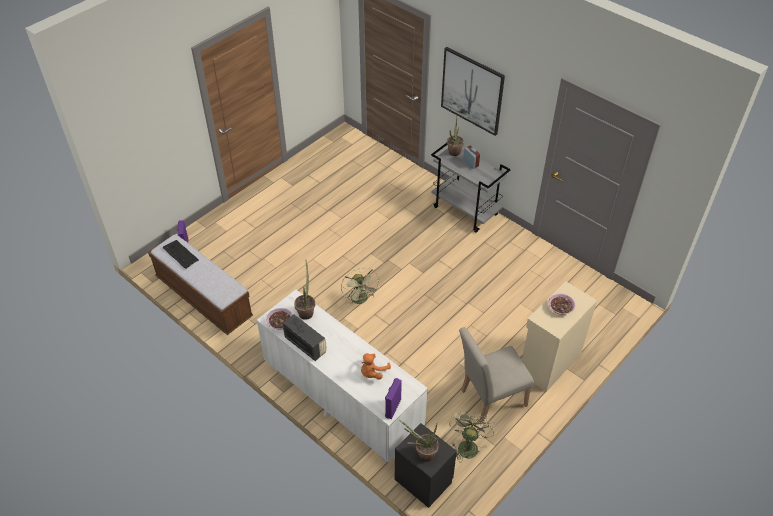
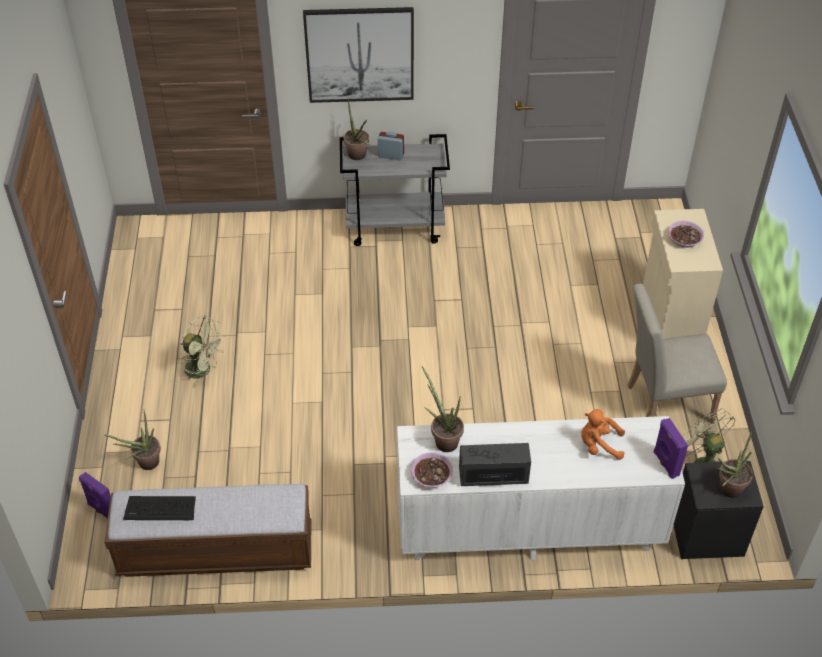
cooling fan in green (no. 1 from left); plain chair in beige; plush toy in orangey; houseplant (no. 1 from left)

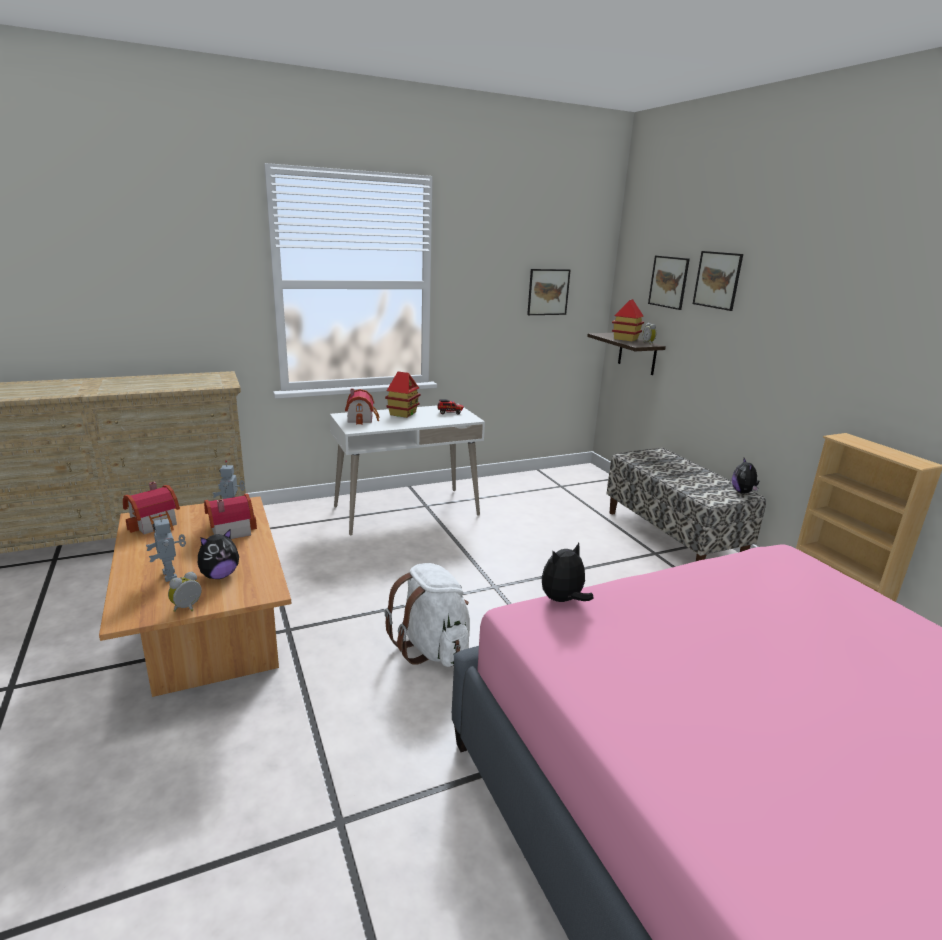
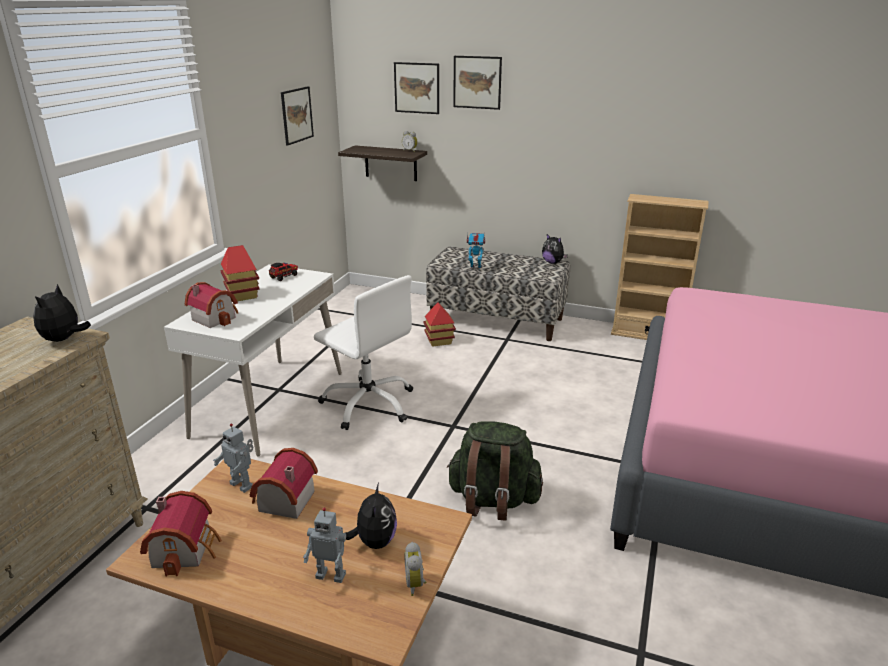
miniature house (no. 5 from left); plush toy (no. 1 from left); backpack in green; model robot (no. 3 from left); desk chair in whitish

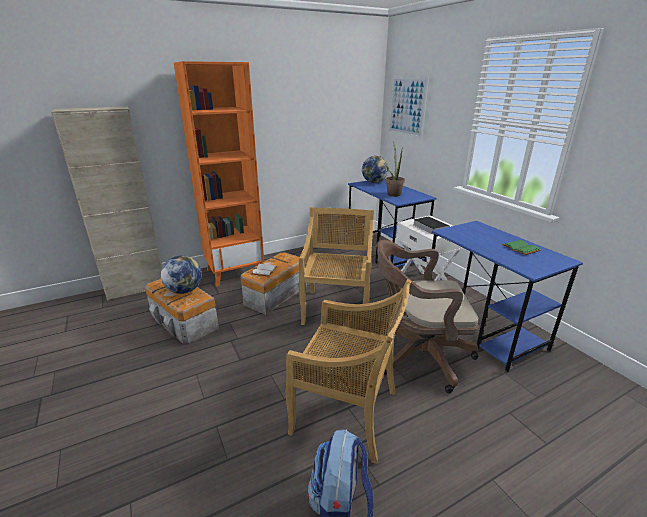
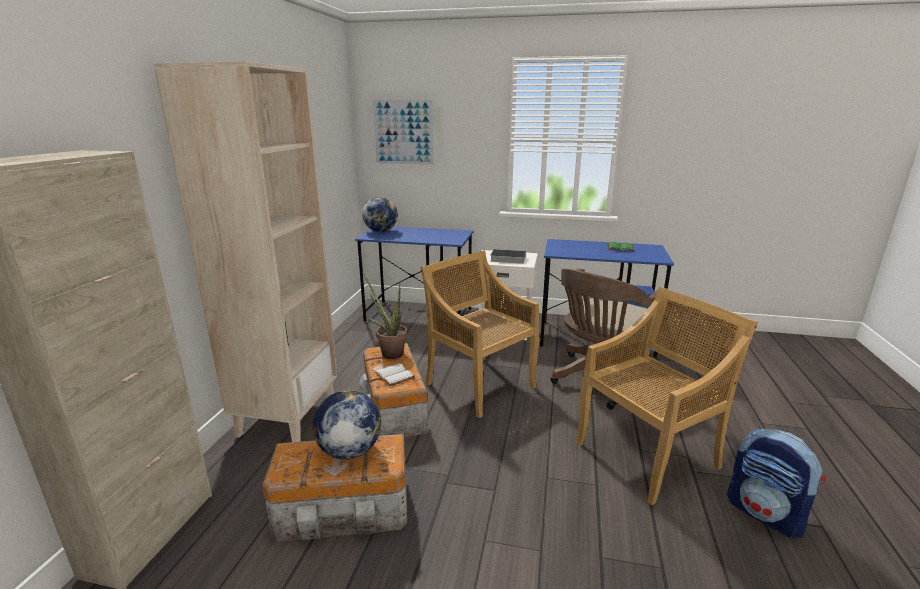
shelving unit in beige; houseplant

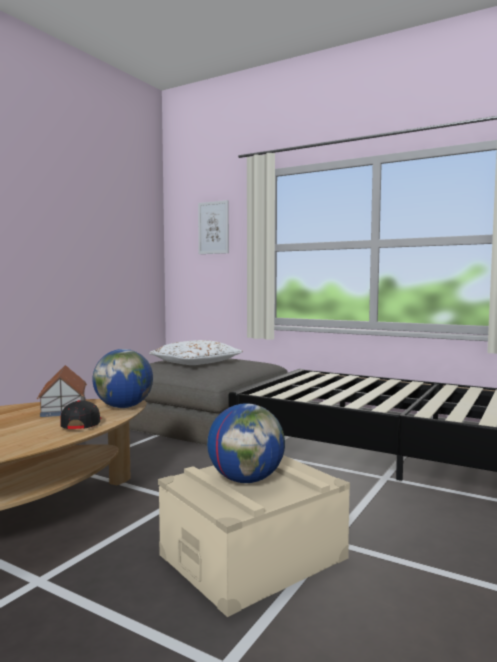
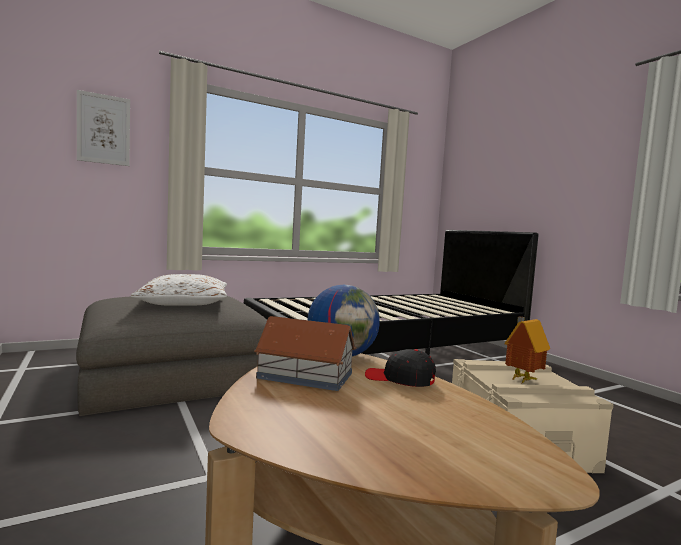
miniature house (no. 2 from left)

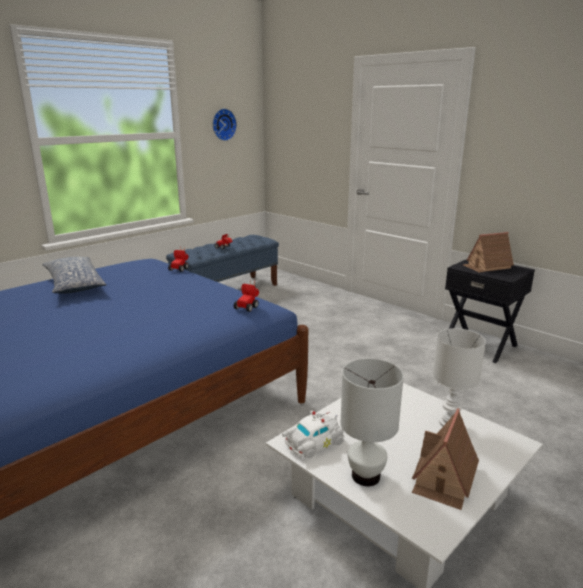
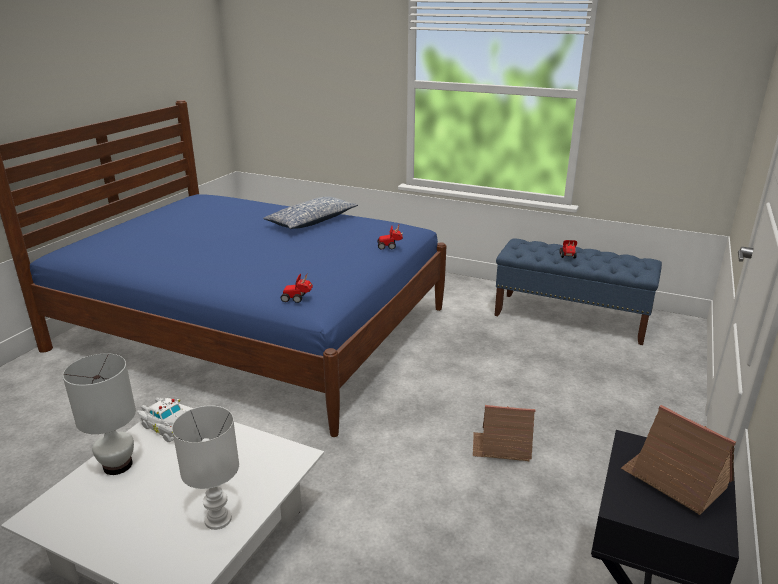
clock on the wall; miniature house (no. 1 from left)

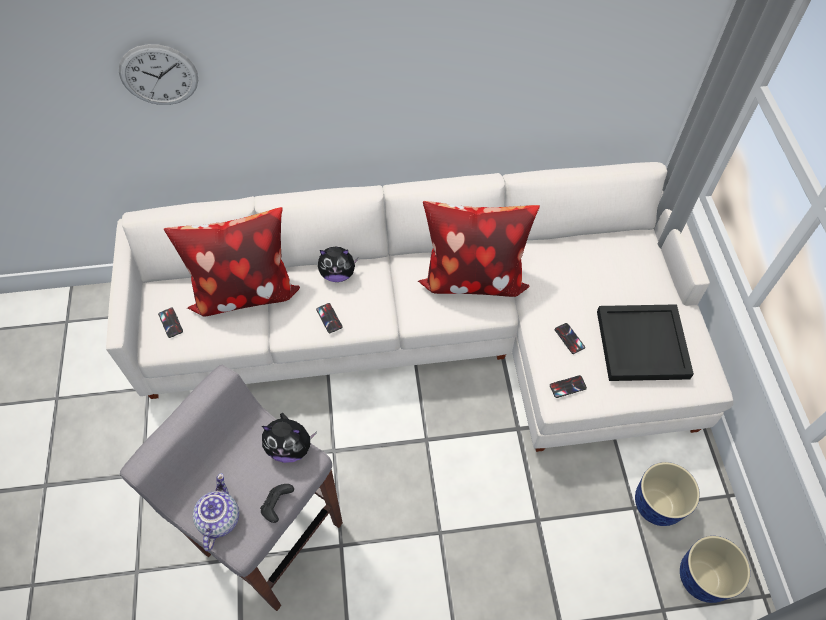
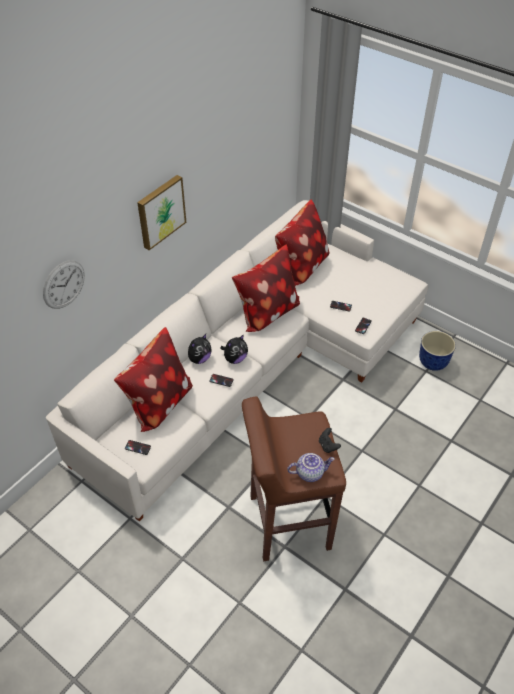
carrying tray in blackish; sitting stool in brown; plush toy (no. 2 from left); tea pot; plant pot (no. 2 from left in the first image); picture; throw pillow (no. 3 from left)

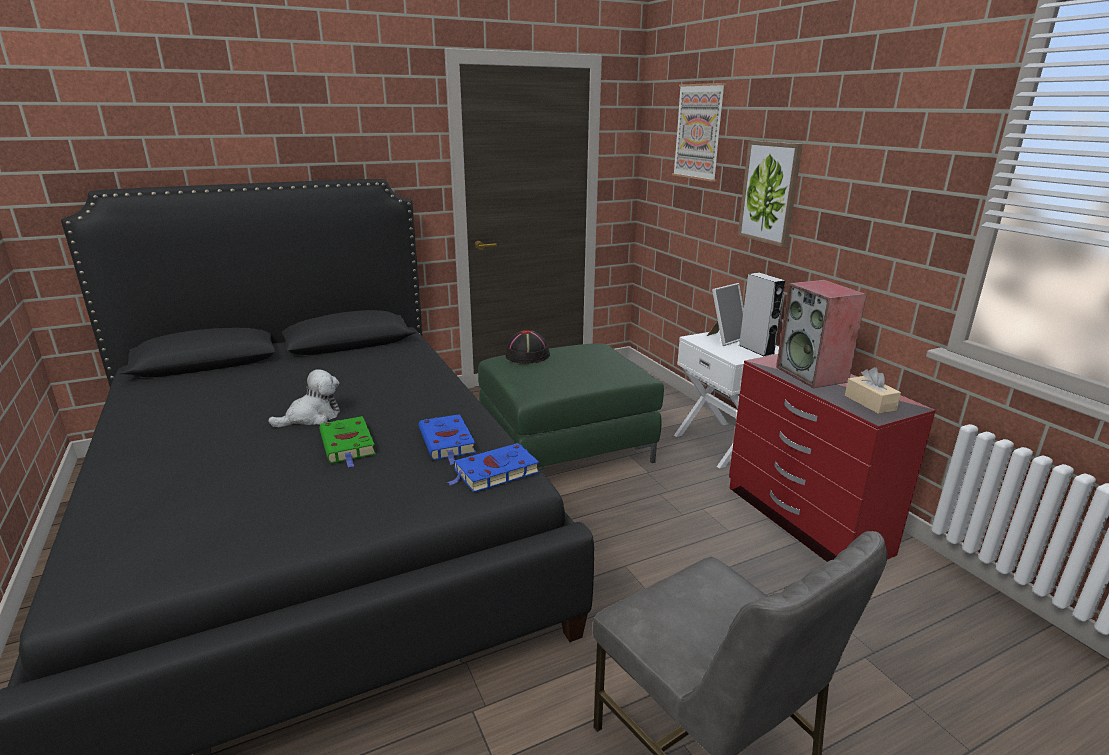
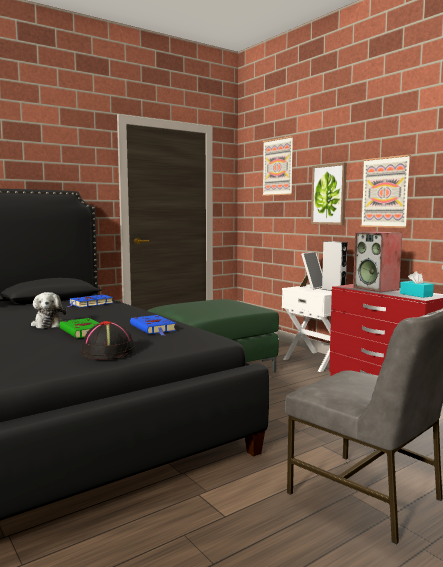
hat in blackish; box of tissues in turquoise-coloured; plush toy; book in blue-coloured (no. 1 from left); picture (no. 3 from left)

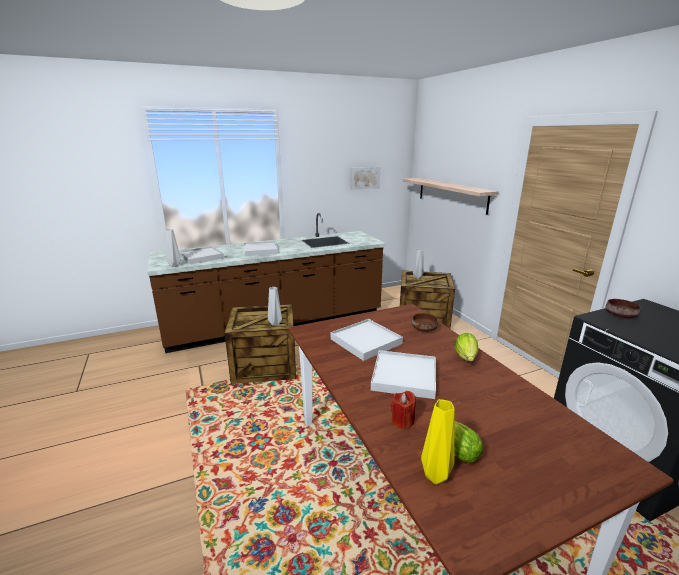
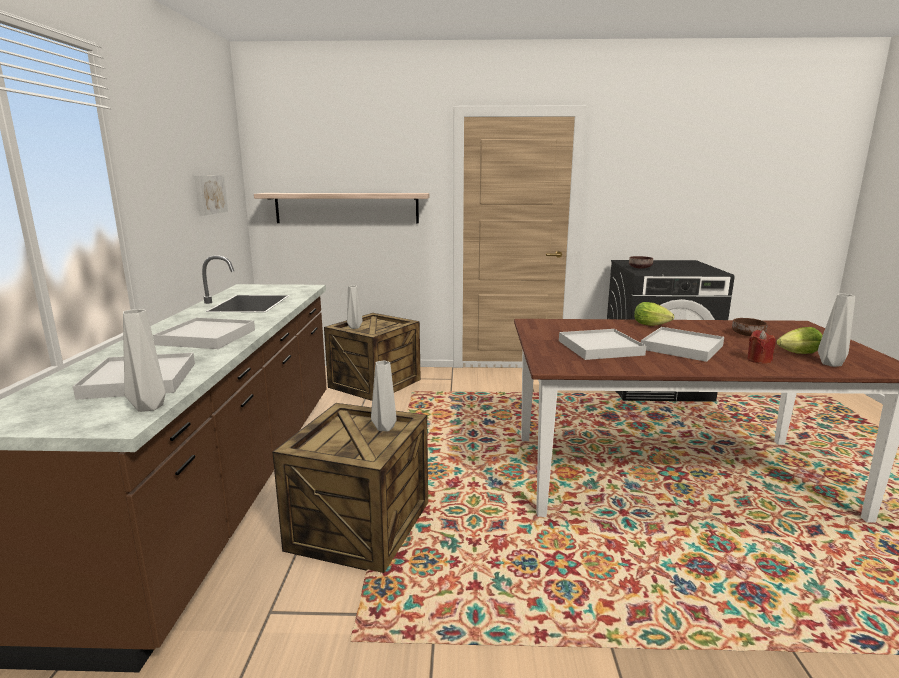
deep dish in brown (no. 2 from left); decorative vase in greyish (no. 4 from left)

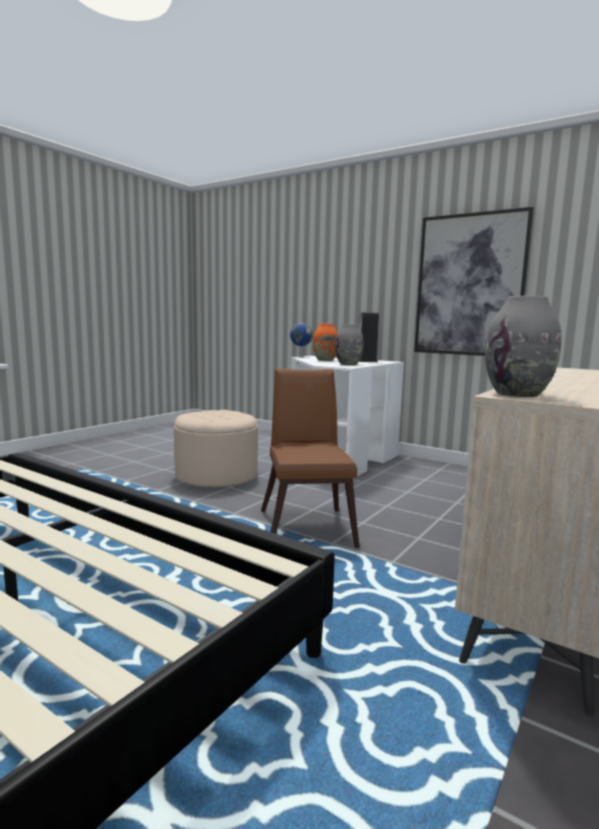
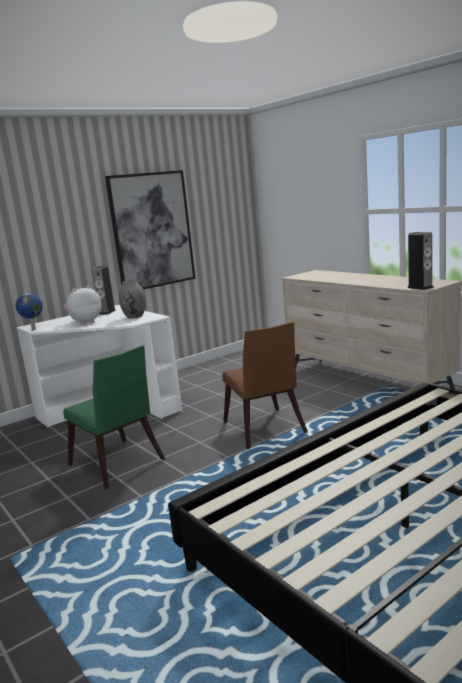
speaker (no. 2 from left); plush toy; plain chair in brown; plain chair in green

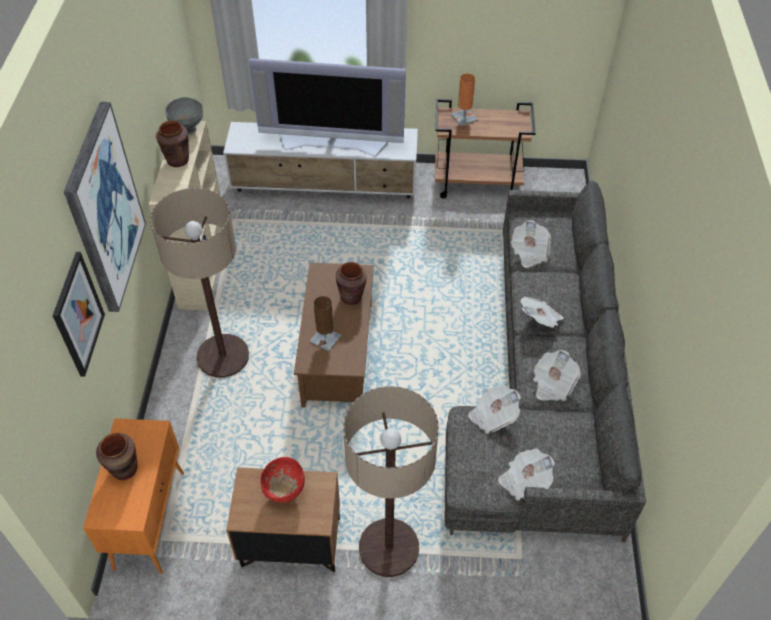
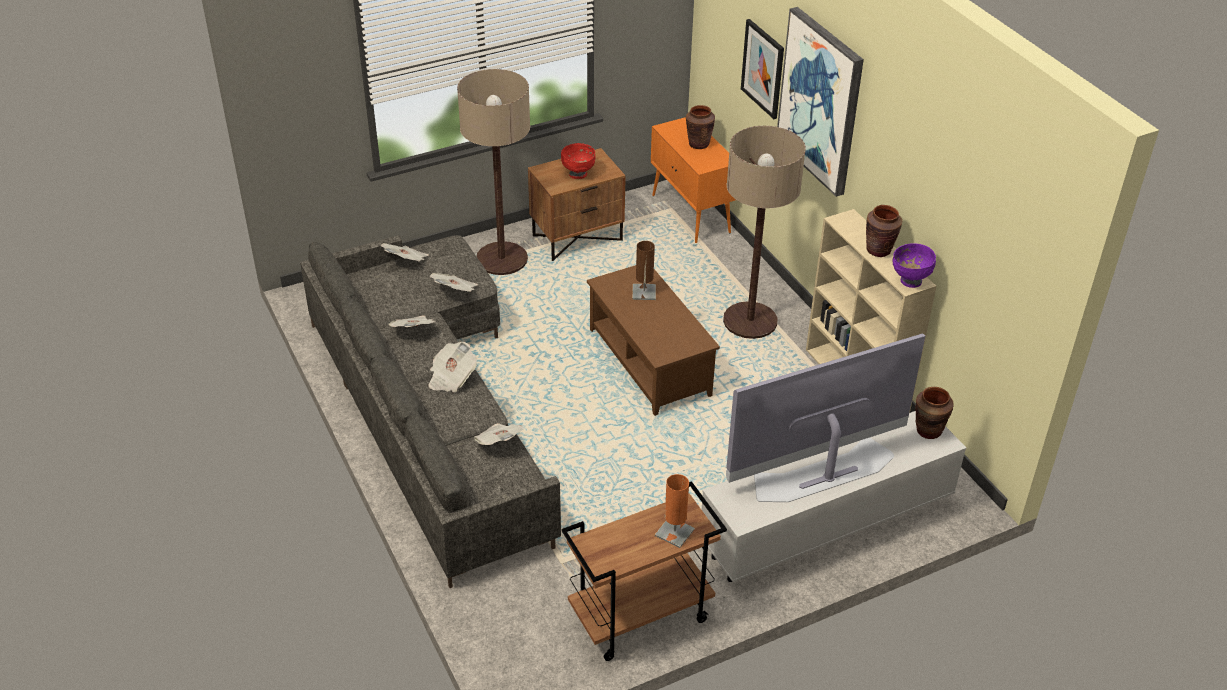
deep dish in purplish; decorative vase in brown (no. 3 from left)

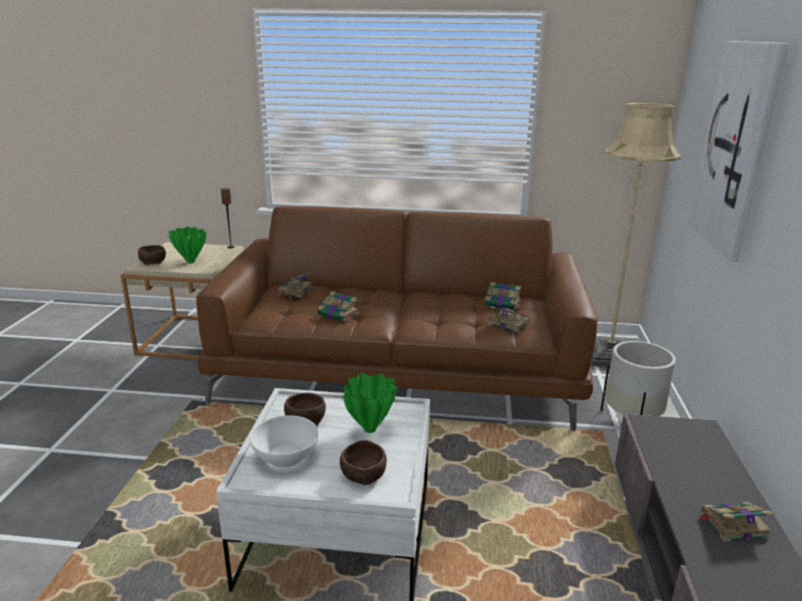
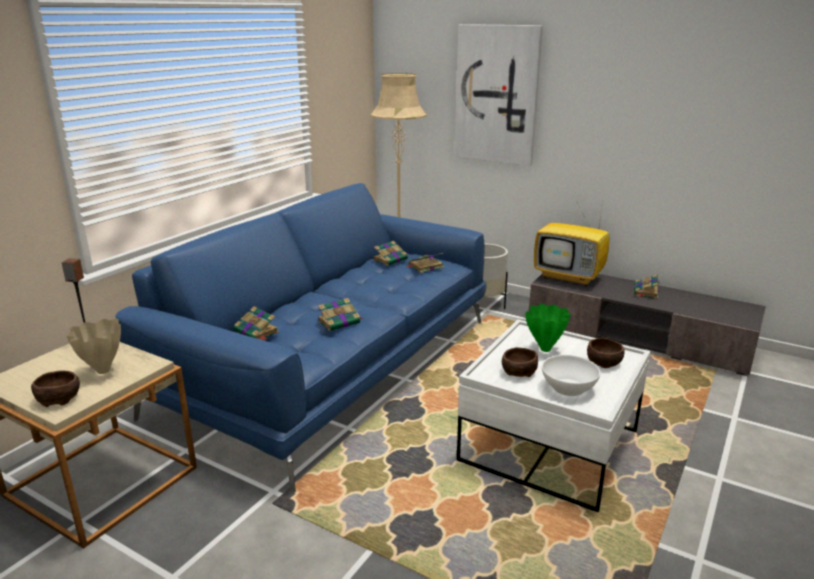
couch in blue-coloured; decorative vase in beige; television

